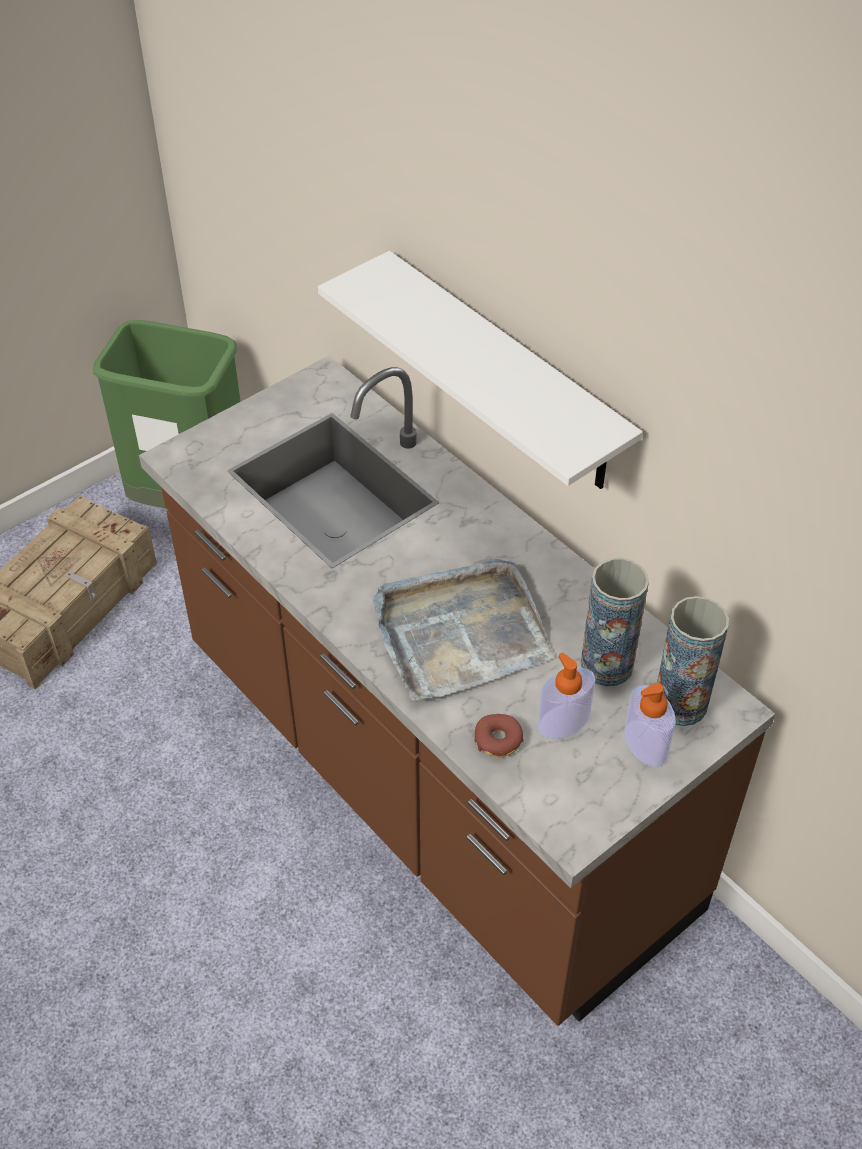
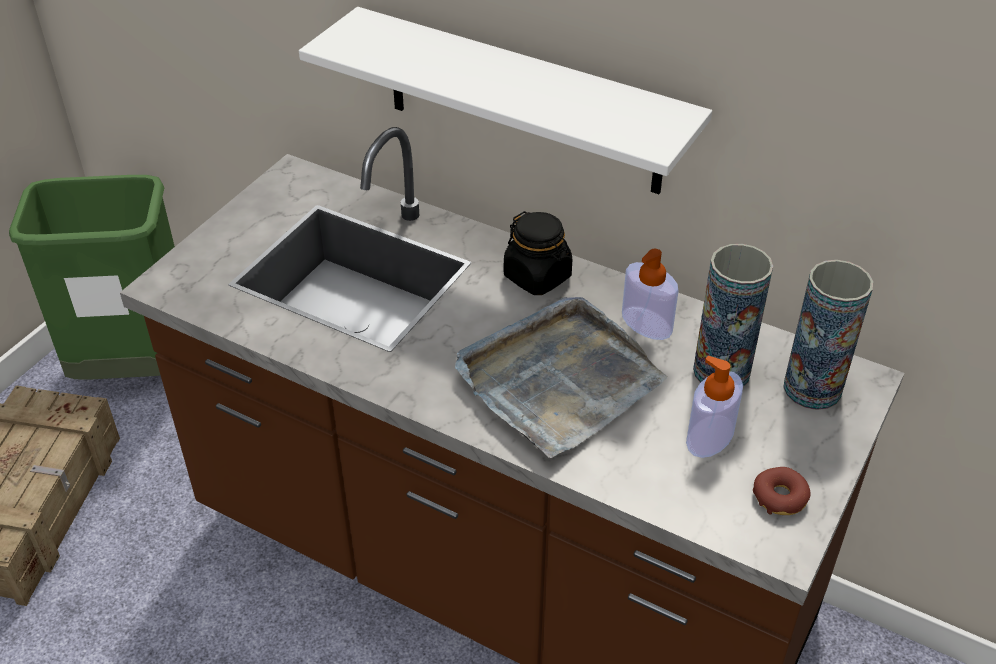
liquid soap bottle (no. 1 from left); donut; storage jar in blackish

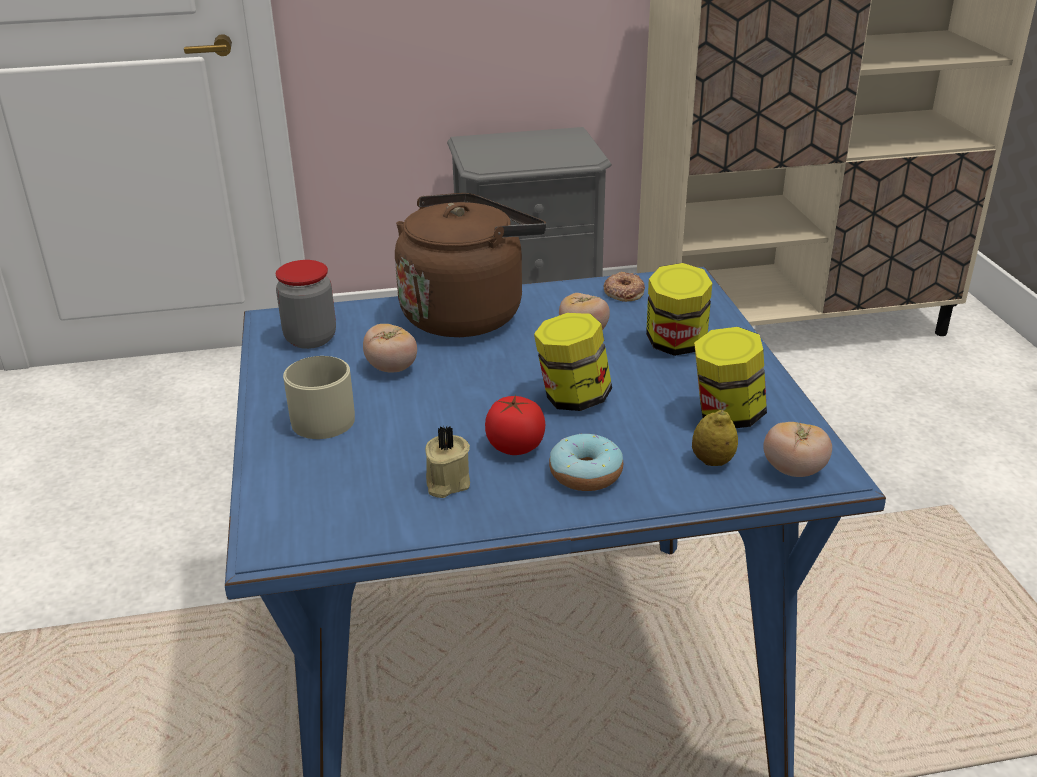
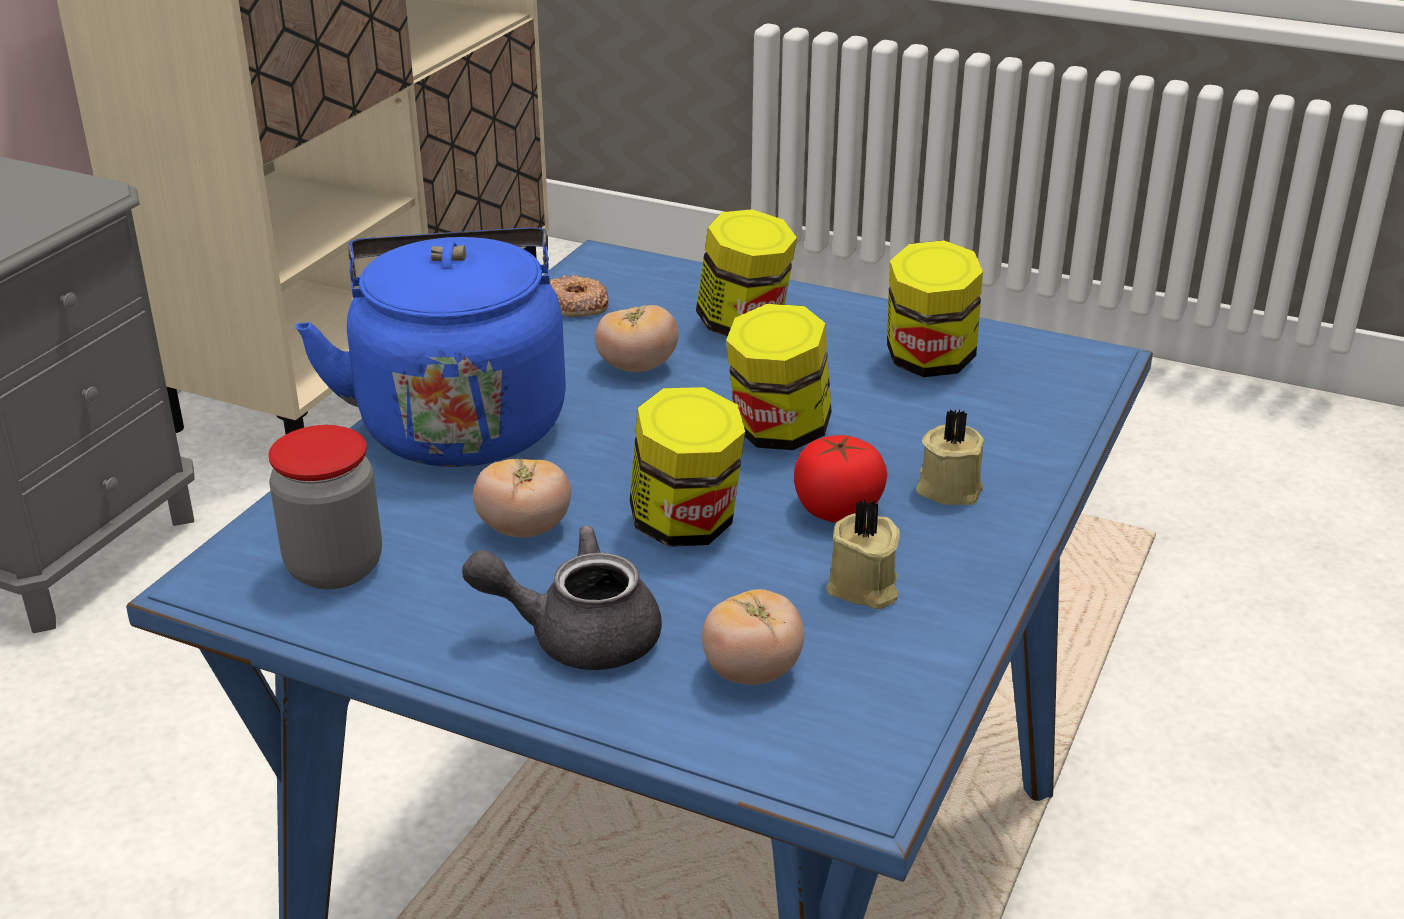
water kettle in blue-coloured; tea pot in greyish; citrus fruit; tomato (no. 3 from left); candle in beige (no. 2 from left); storage jar (no. 2 from left)

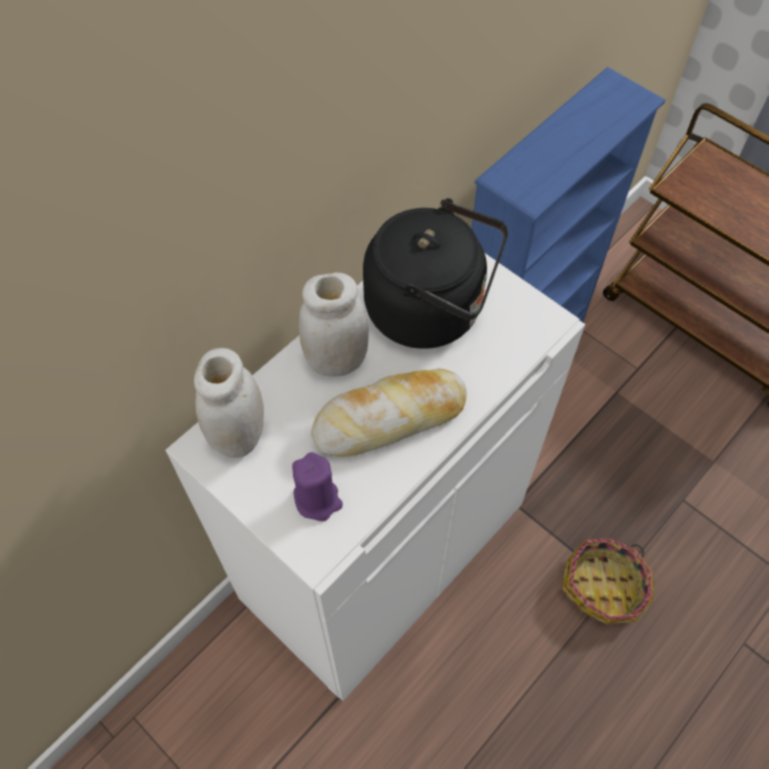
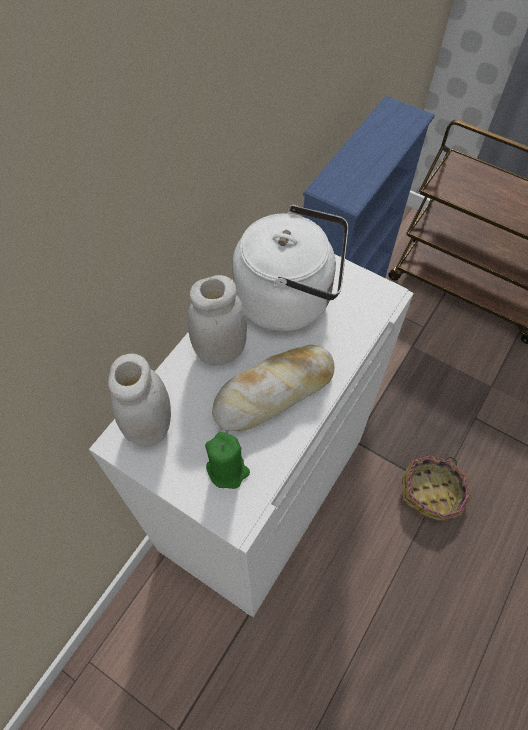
water kettle in whitish; candle in green

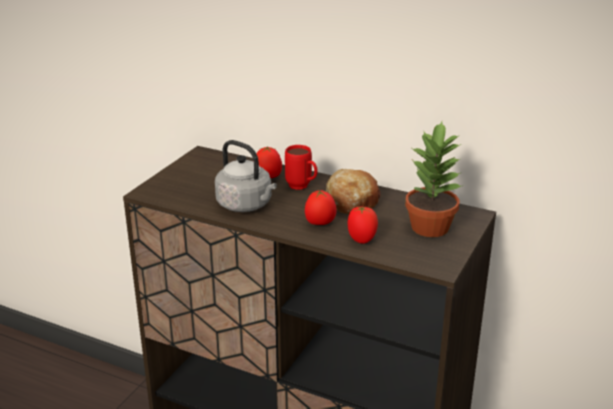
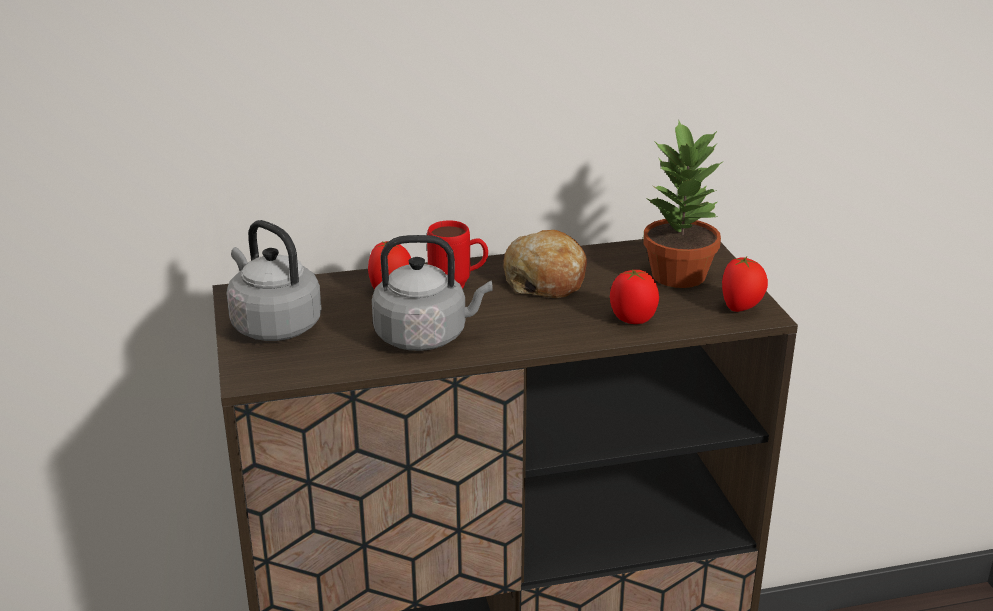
tomato (no. 3 from left); water kettle in greyish (no. 1 from left)

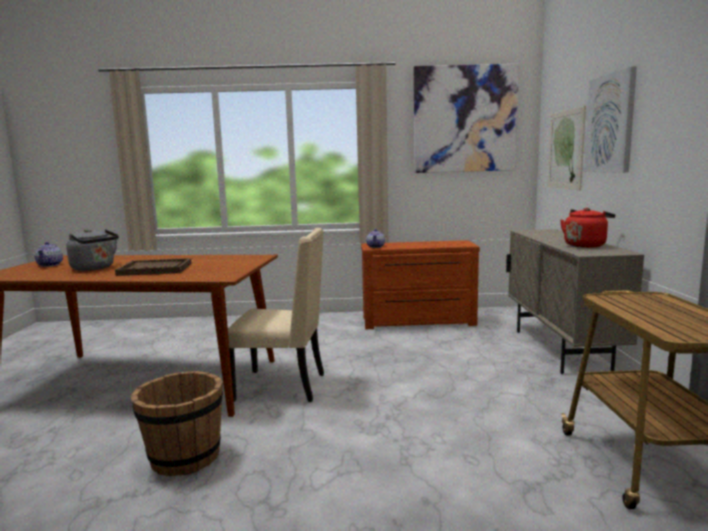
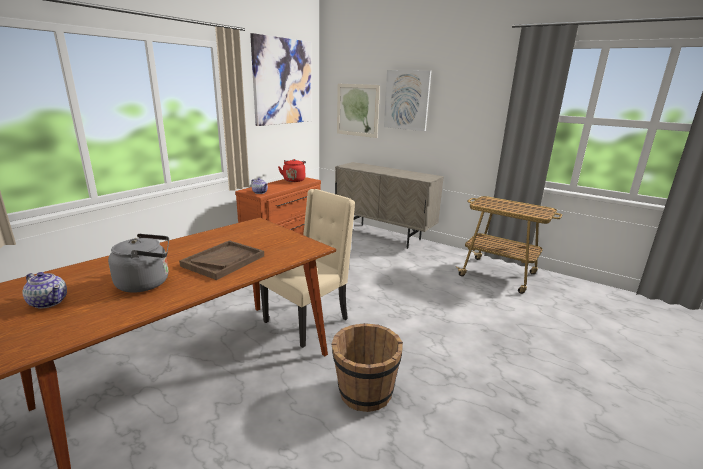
water kettle in red

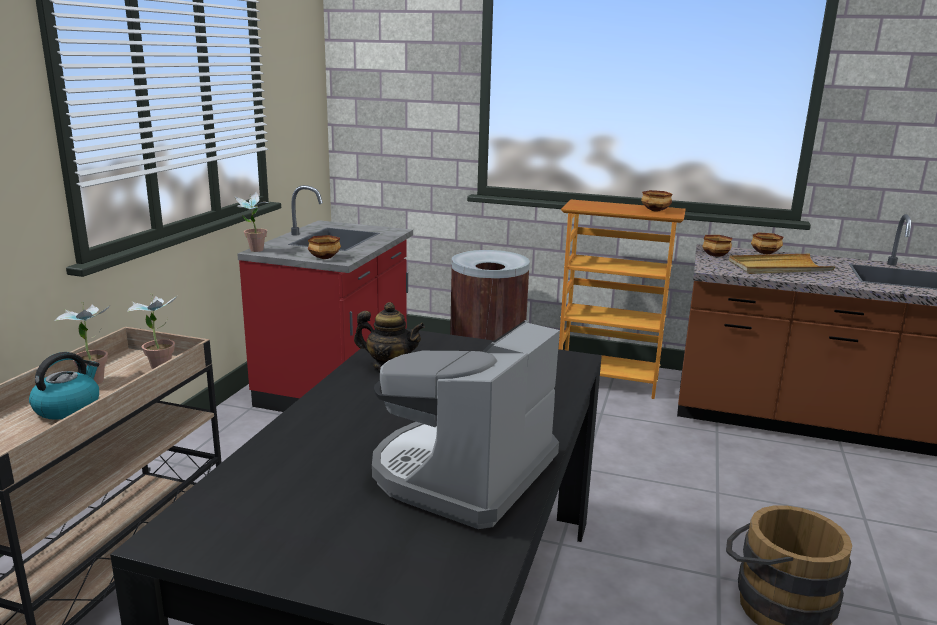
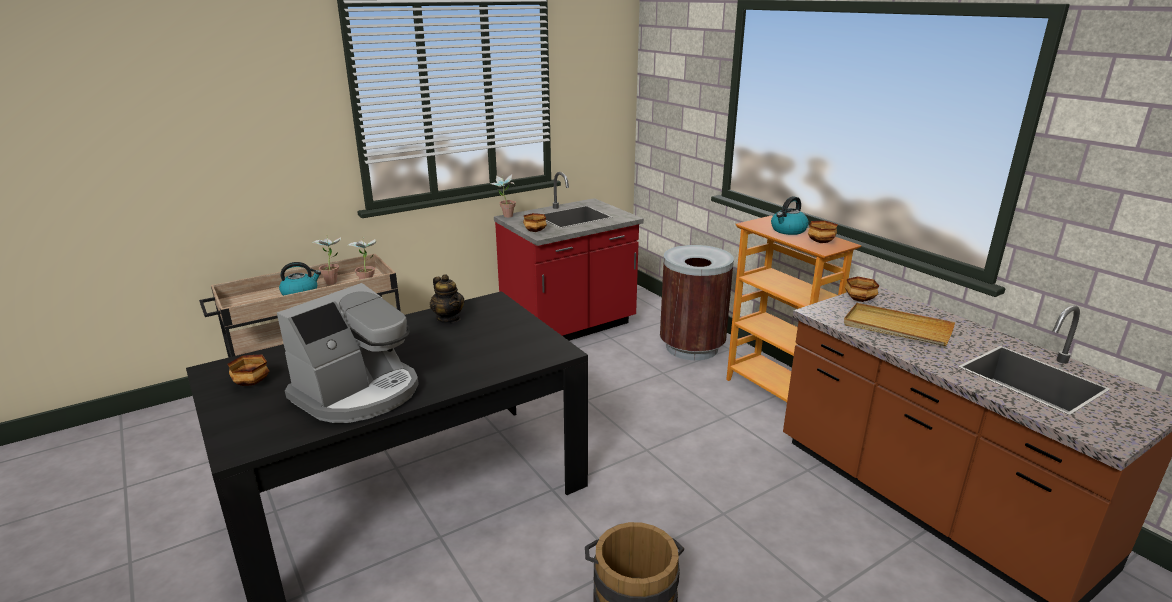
deep dish (no. 1 from left); coffee machine; water kettle (no. 2 from left)

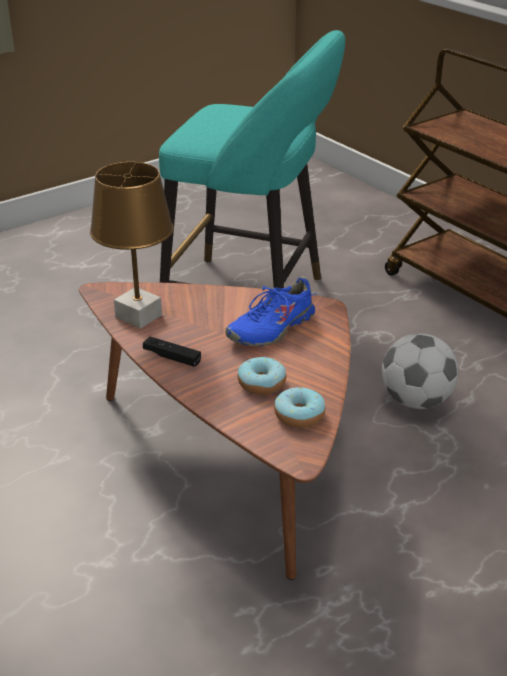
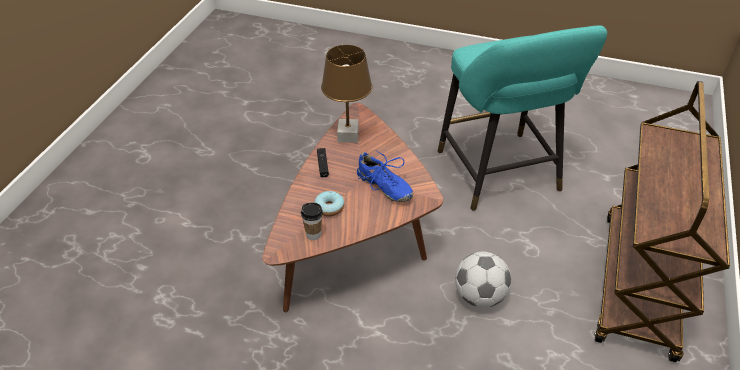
low shoe in blue-coloured; cup

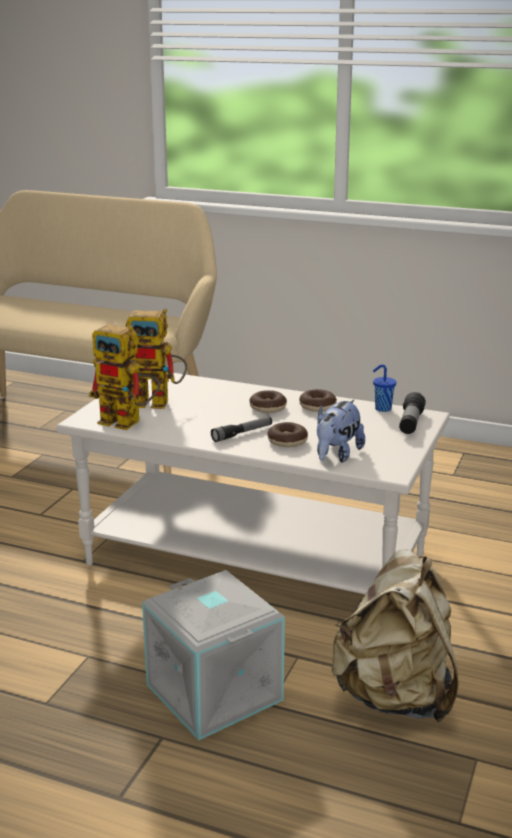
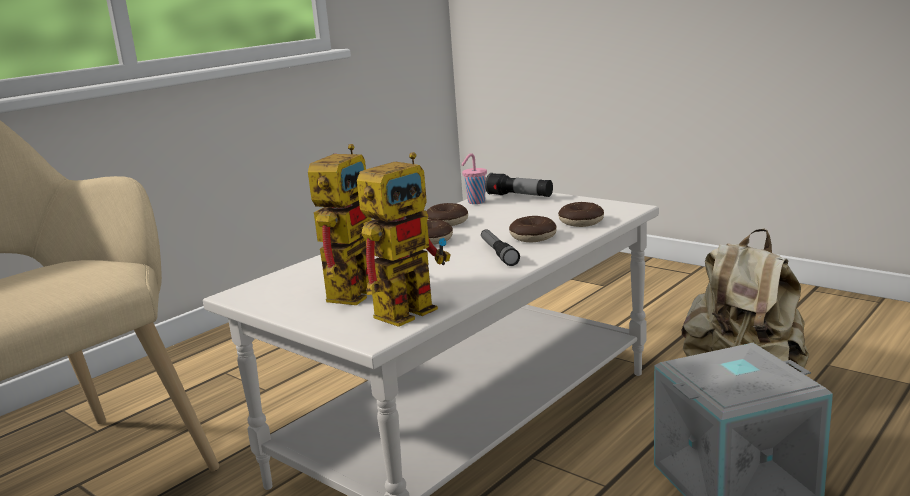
cup in pinkish; donut (no. 4 from left)

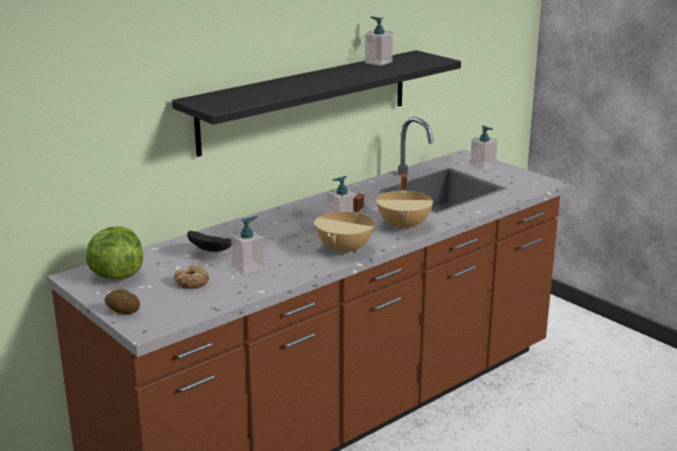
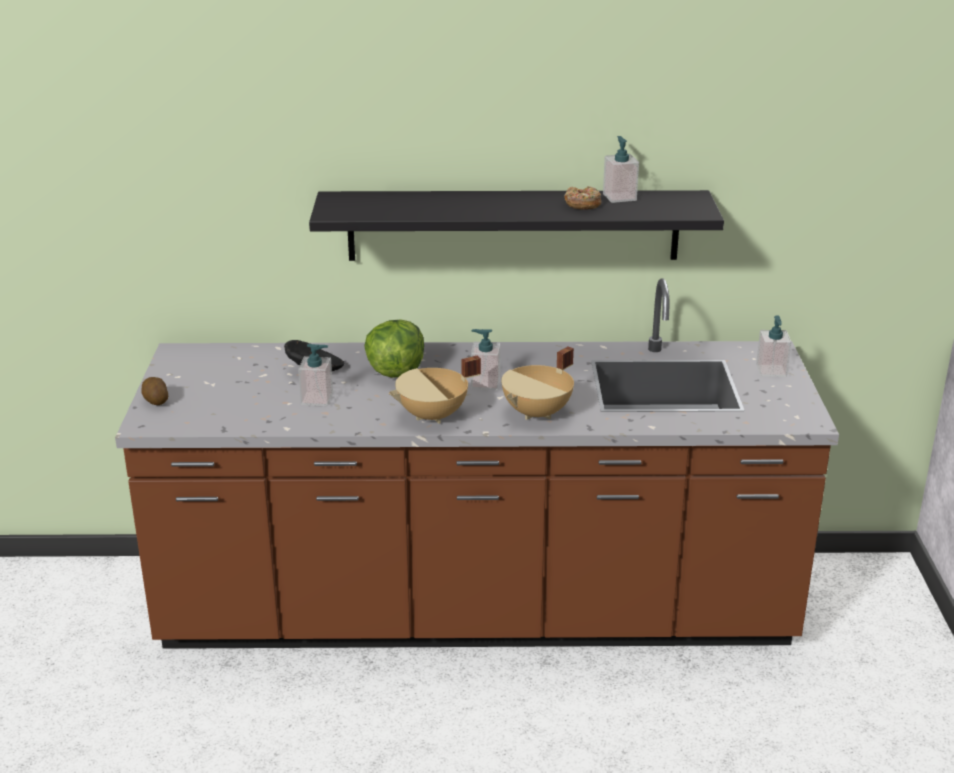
head of lettuce; donut

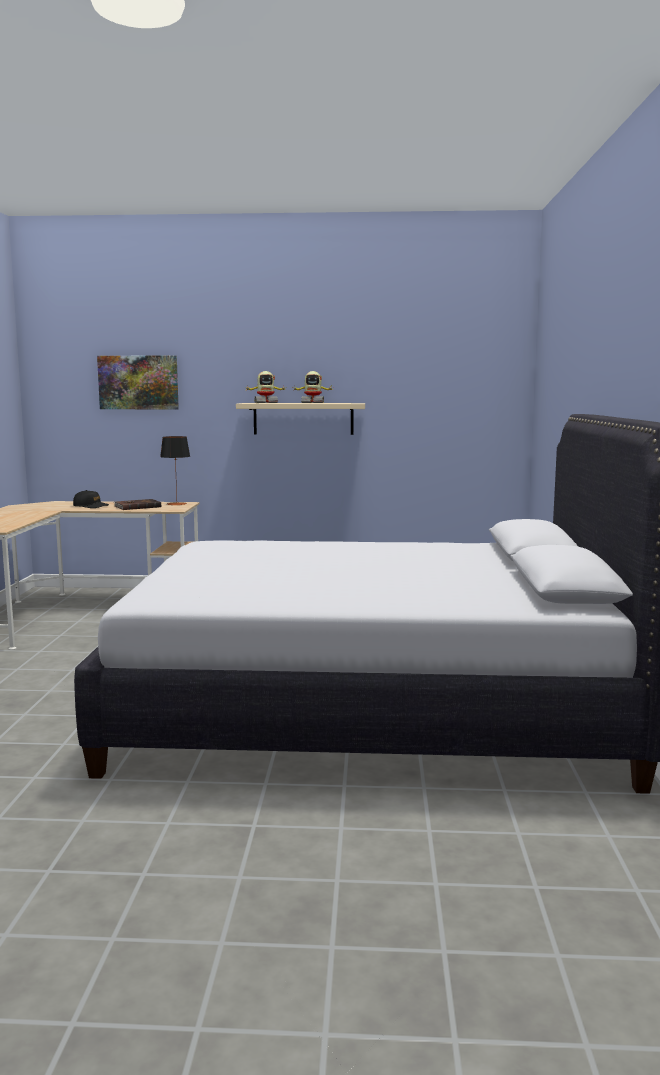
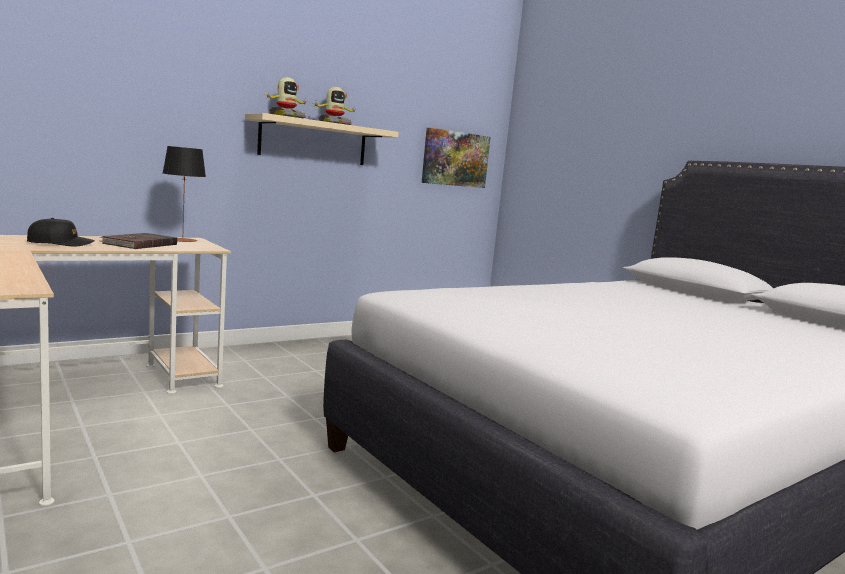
picture

